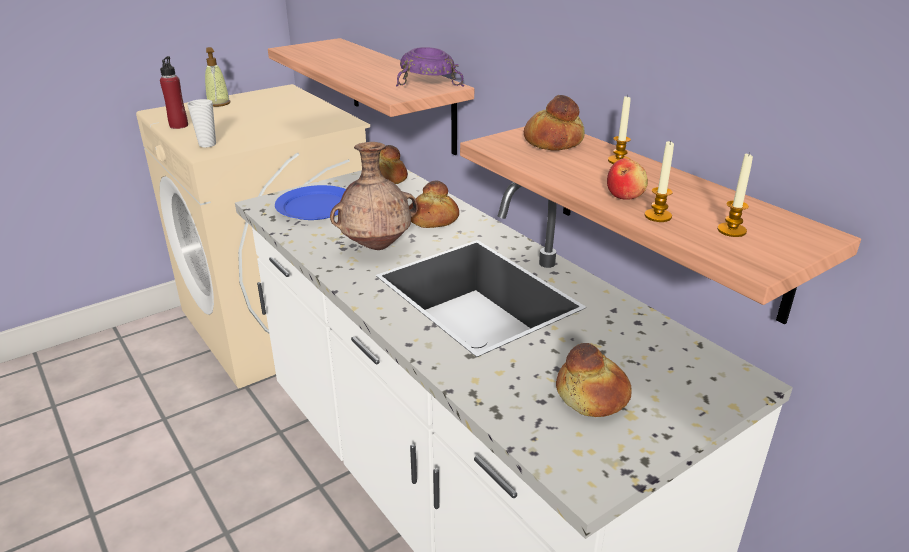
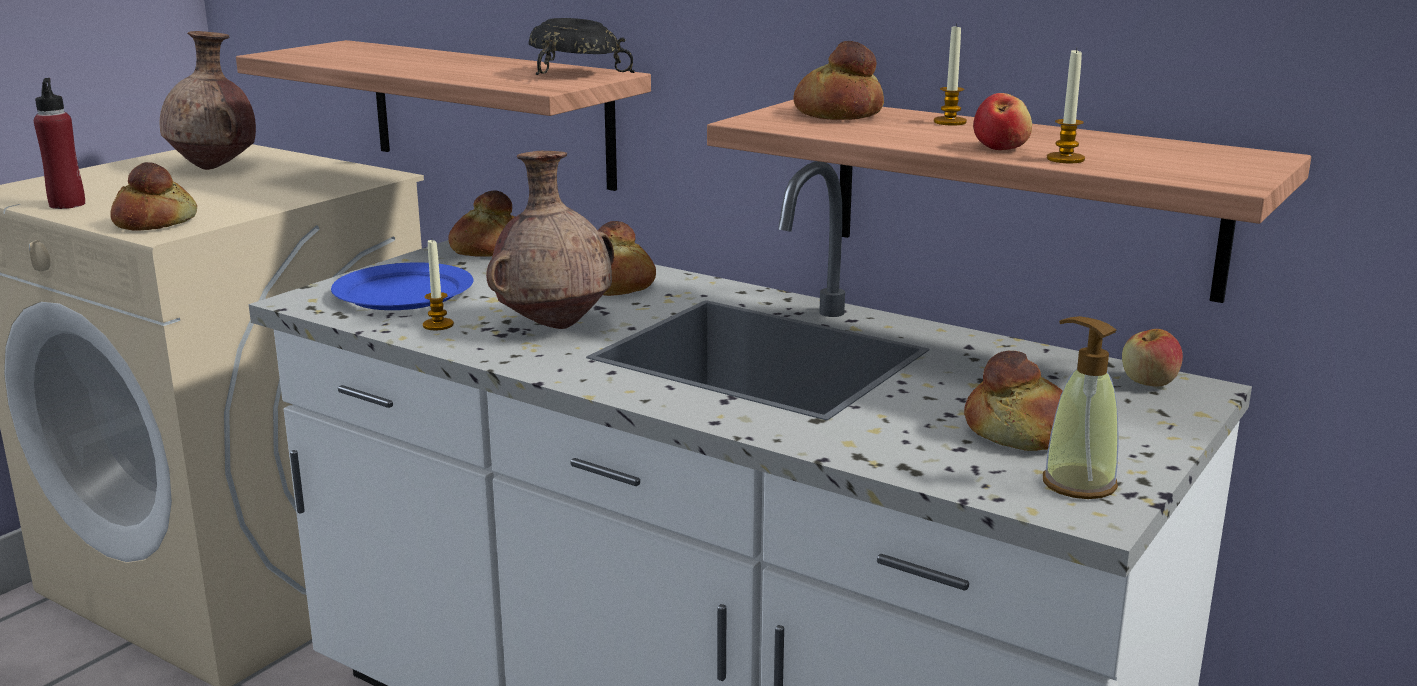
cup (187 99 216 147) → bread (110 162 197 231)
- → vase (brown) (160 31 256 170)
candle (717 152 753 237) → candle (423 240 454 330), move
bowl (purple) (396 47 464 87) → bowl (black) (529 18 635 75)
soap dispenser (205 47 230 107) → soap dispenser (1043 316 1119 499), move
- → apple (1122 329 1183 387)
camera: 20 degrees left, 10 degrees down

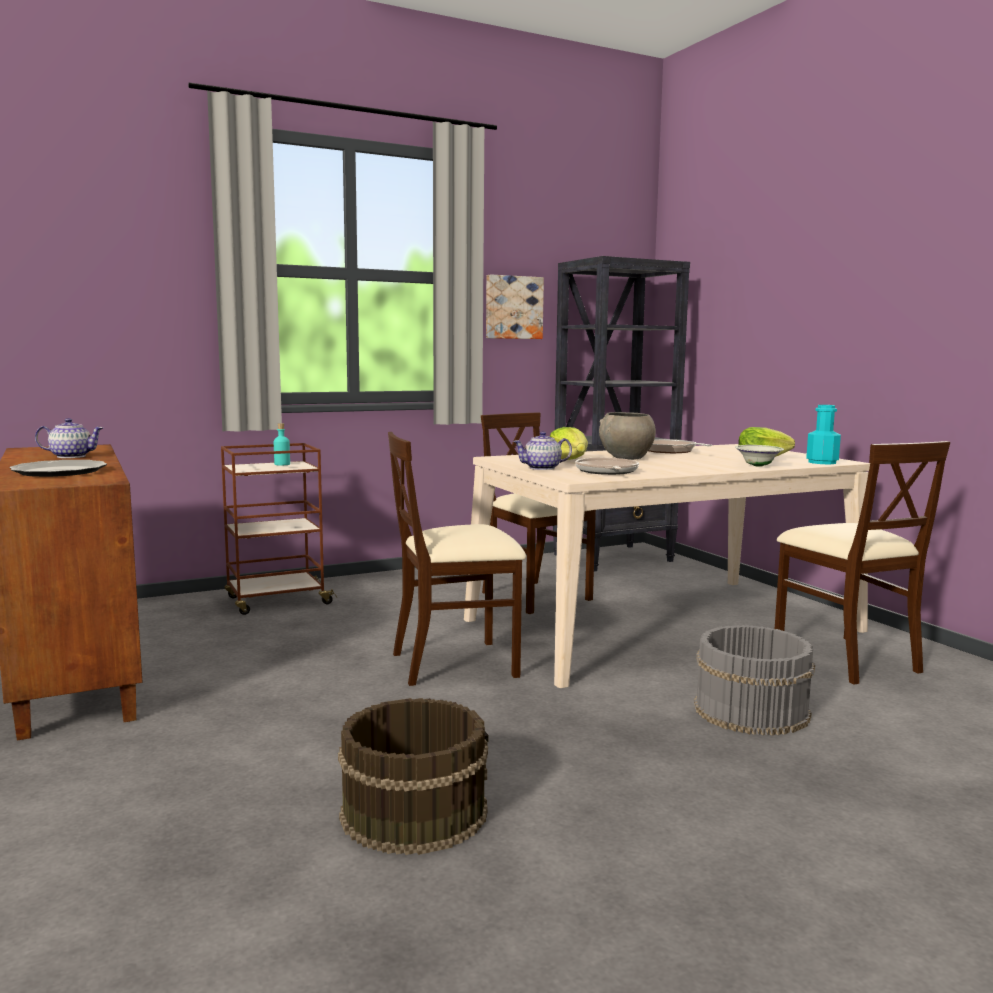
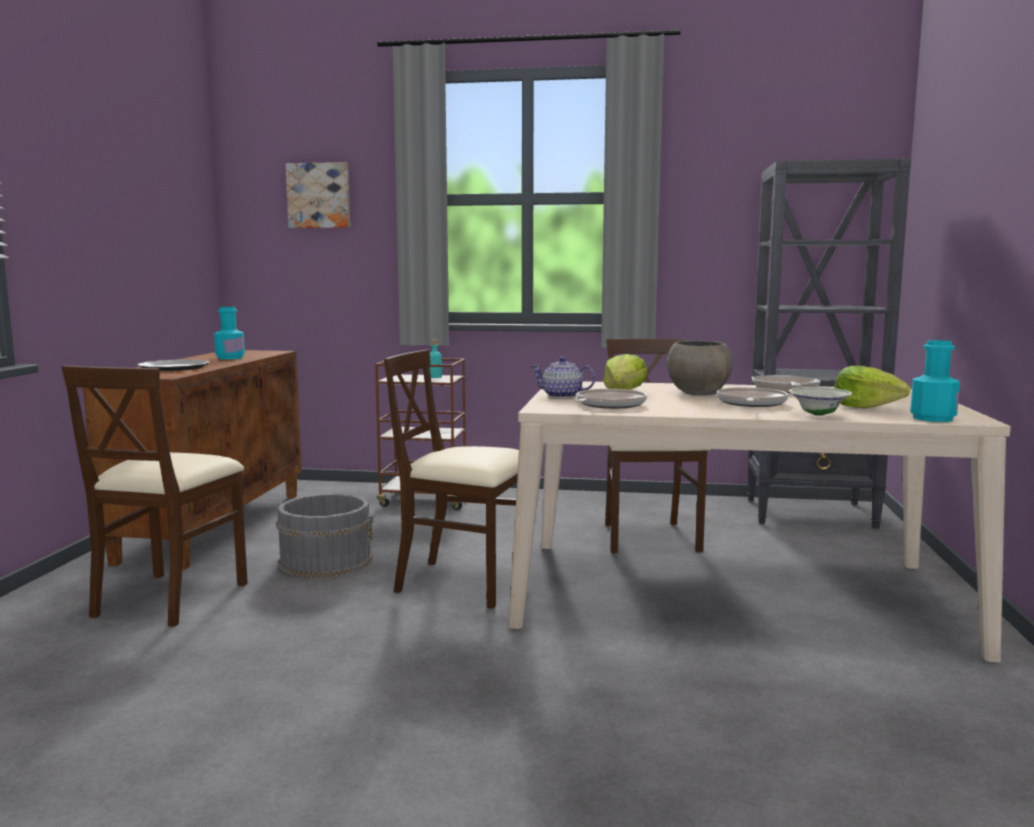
chair (beige) (775 441 950 684) → chair (beige) (61 365 248 627), move
teapot (35 418 103 458) → bottle (turquoise) (214 307 245 359)
bucket (grey) (694 625 815 736) → bucket (grey) (276 494 373 578), move
picture (486 274 544 339) → picture (285 162 350 228), move
- → frying pan (716 387 789 407)
bucket (brown) (338 698 488 855) → -
camera: 35 degrees right, 0 degrees up

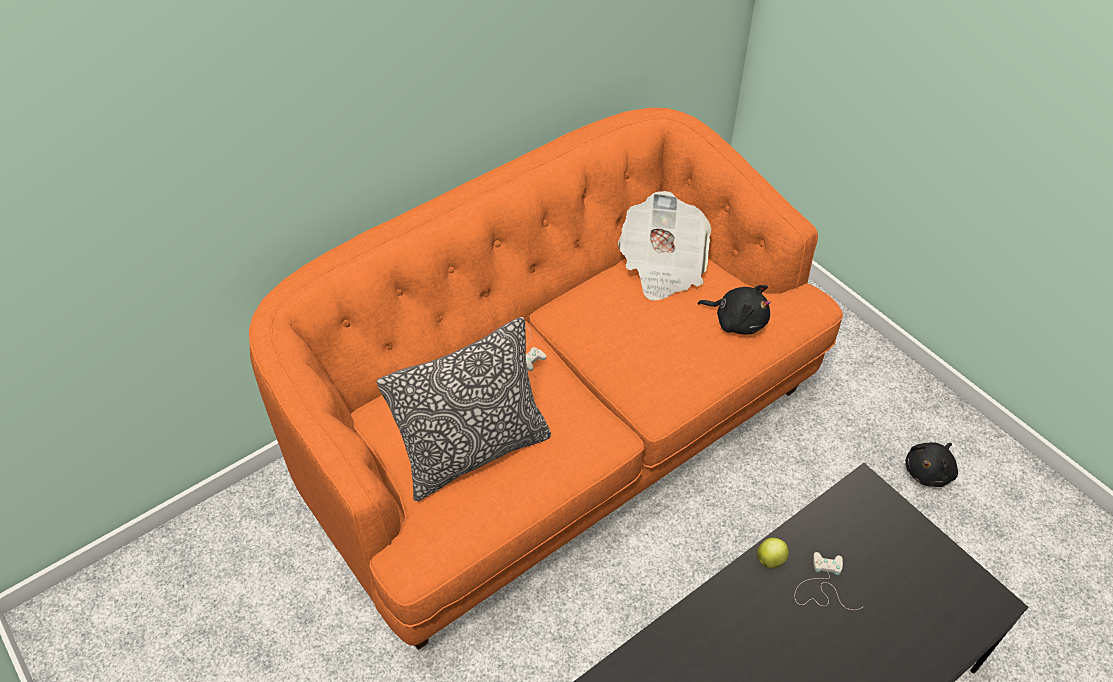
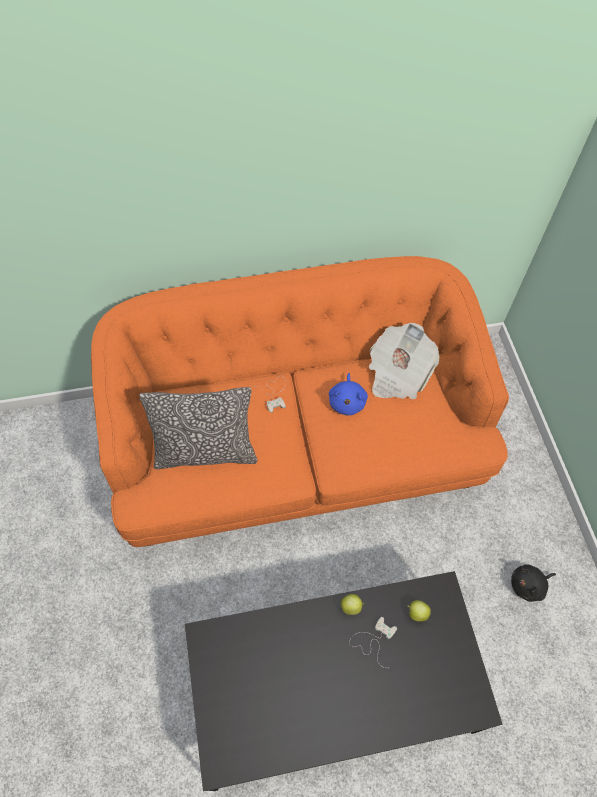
- → plush toy (blue) (329 373 368 415)
- → apple (408 600 431 622)
plush toy (black) (698 285 771 334) → -
camera: 25 degrees right, 10 degrees up

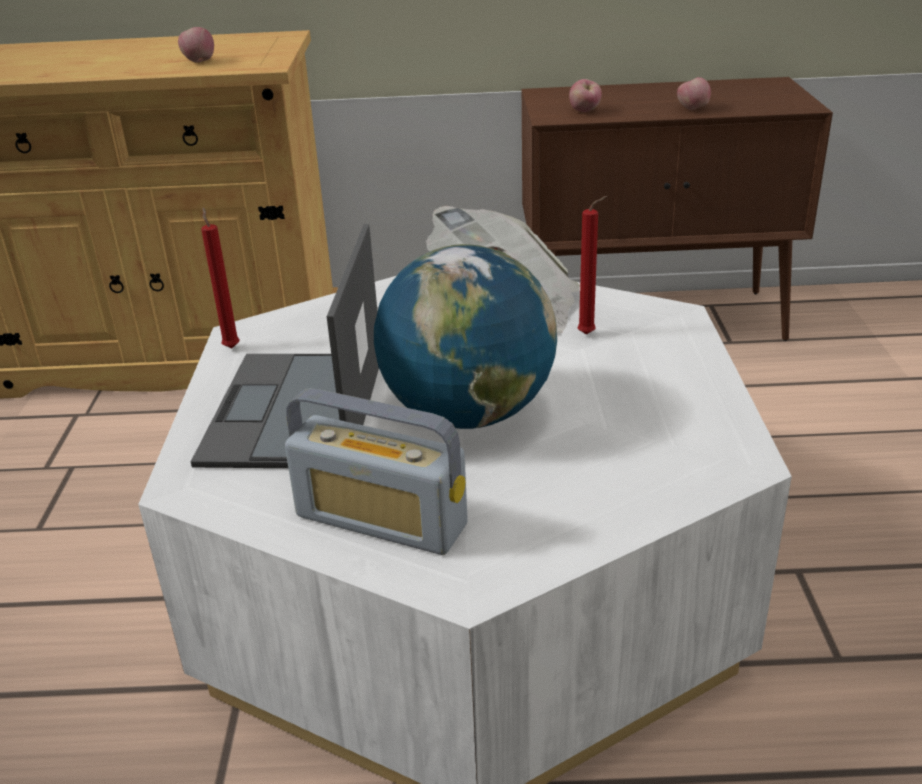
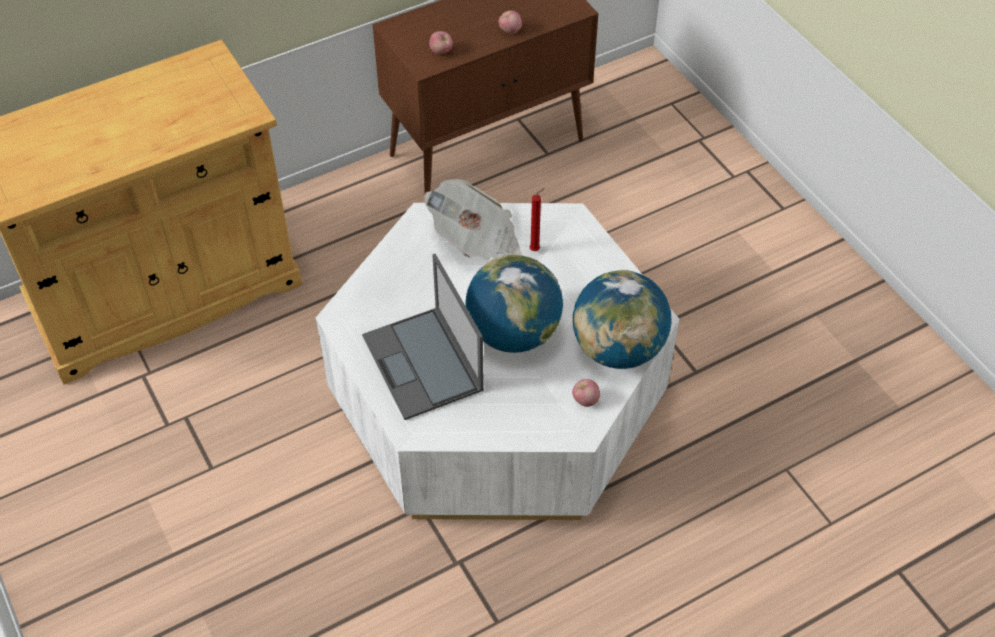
apple (178 27 214 63) → apple (572 379 600 407), move
- → globe (573 270 671 369)
candle (red) (201 207 240 348) → -
radio (285 388 468 555) → -
camera: 30 degrees left, 20 degrees up

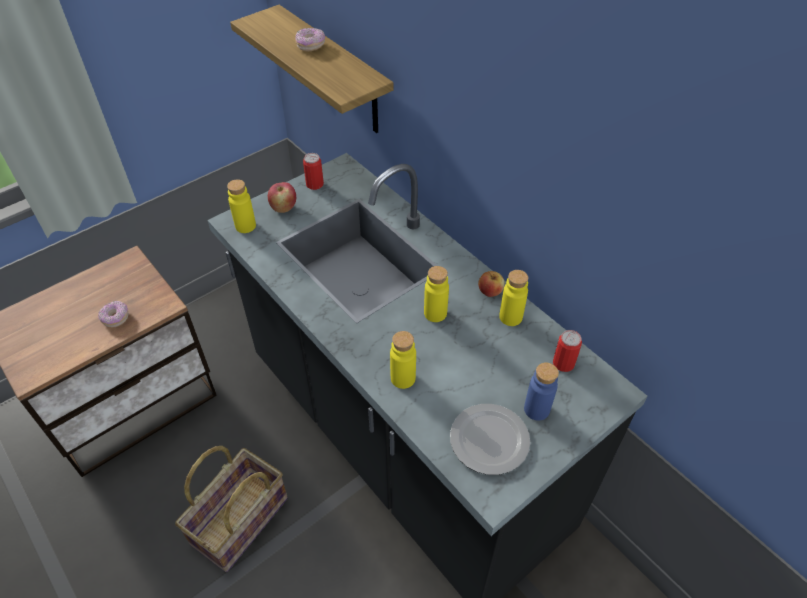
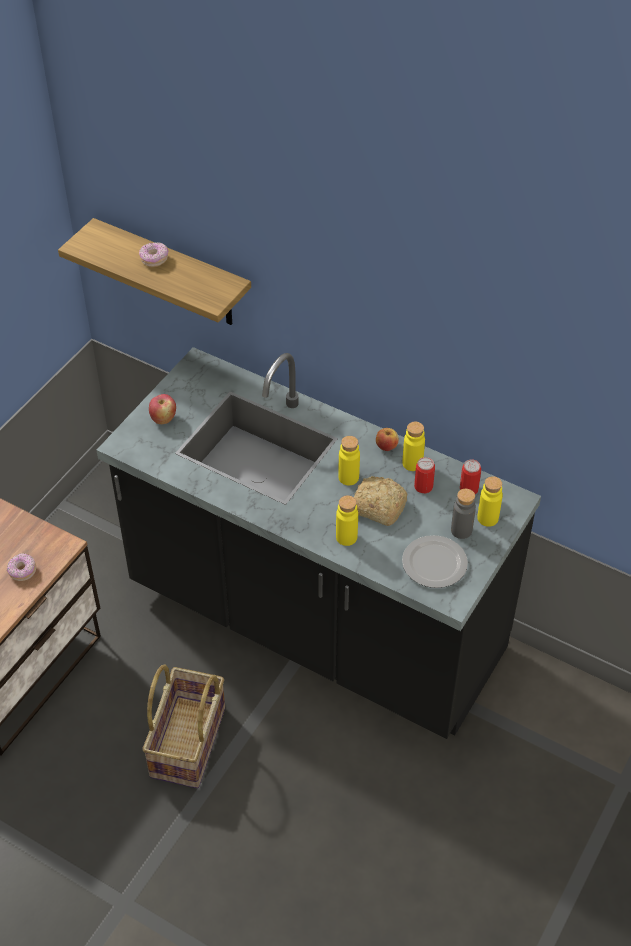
- → bread (354 476 408 526)
can (303 153 324 190) → can (414 457 435 493), move
bottle (blue) (524 362 559 421) → bottle (grey) (451 489 476 539)
bottle (yellow) (227 179 256 233) → bottle (yellow) (477 476 503 527), move
camera: 20 degrees left, 0 degrees up

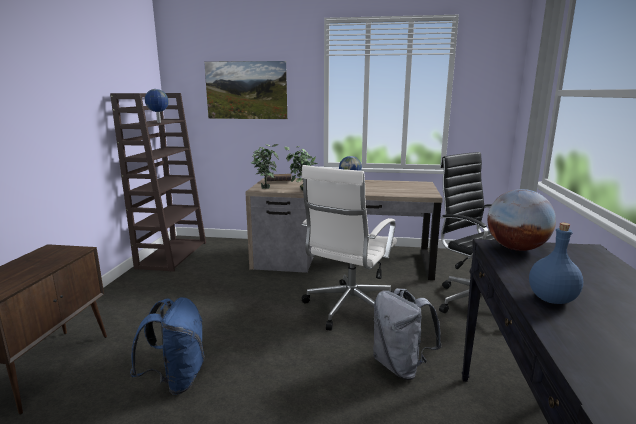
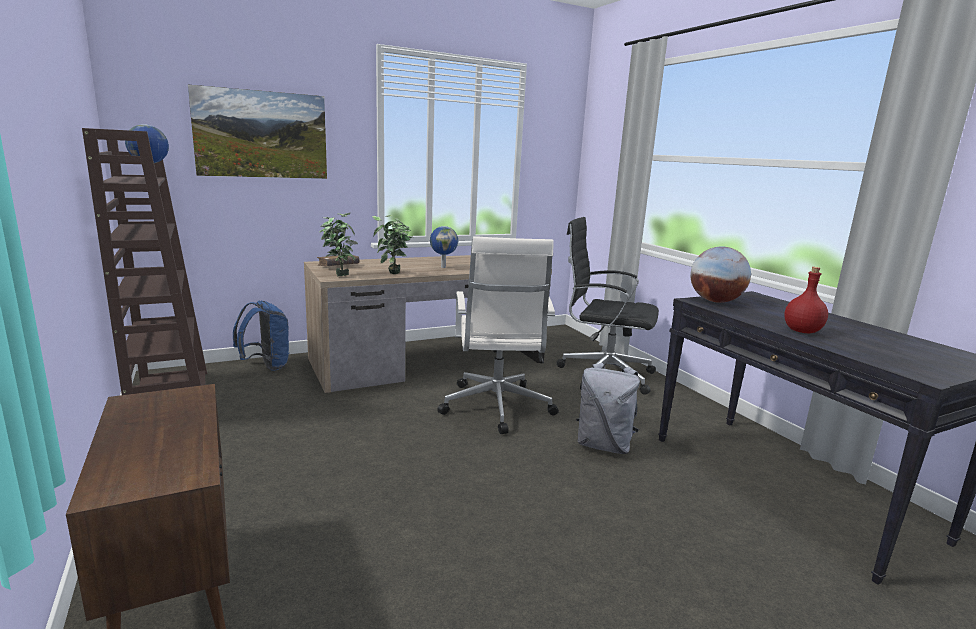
backpack (blue) (130 297 205 395) → backpack (blue) (233 300 289 371), move
bottle (blue) (529 223 583 304) → bottle (red) (784 267 828 333)
camera: 35 degrees left, 0 degrees up

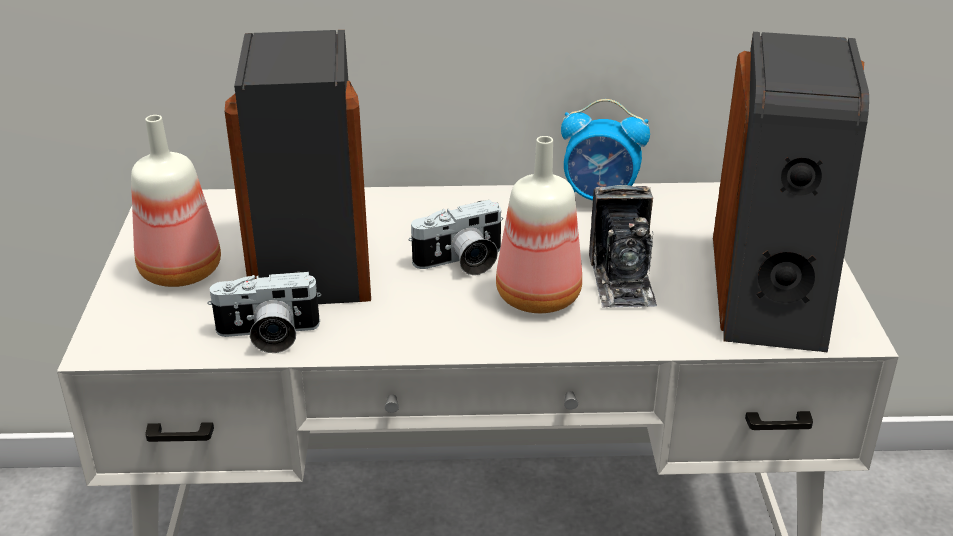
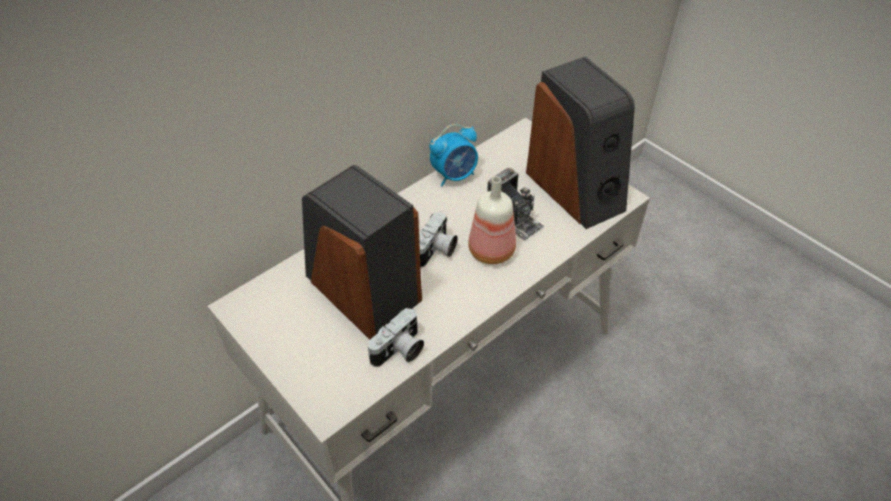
bottle (131 115 221 287) → -
camera: 40 degrees left, 15 degrees up

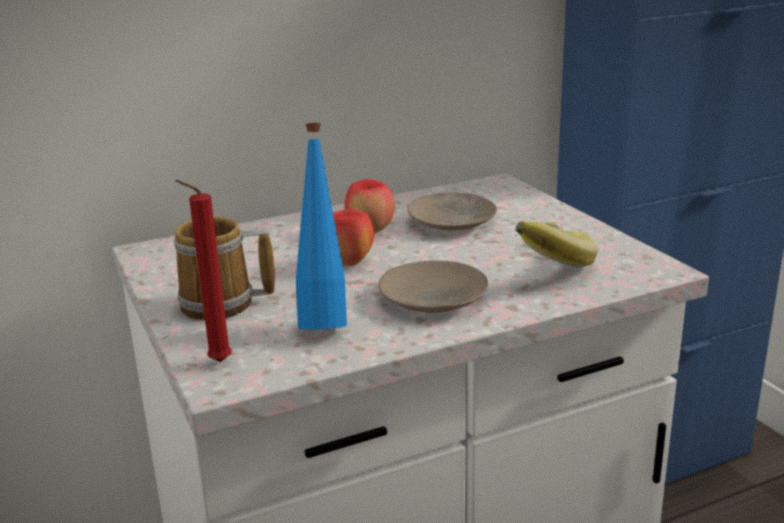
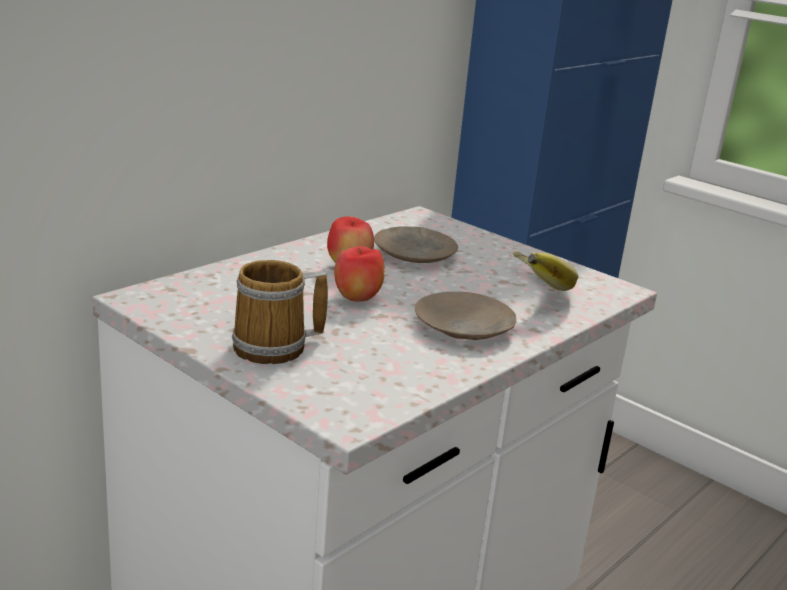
candle (red) (175 180 232 362) → -
bottle (blue) (296 123 347 330) → -
camera: 25 degrees left, 0 degrees up

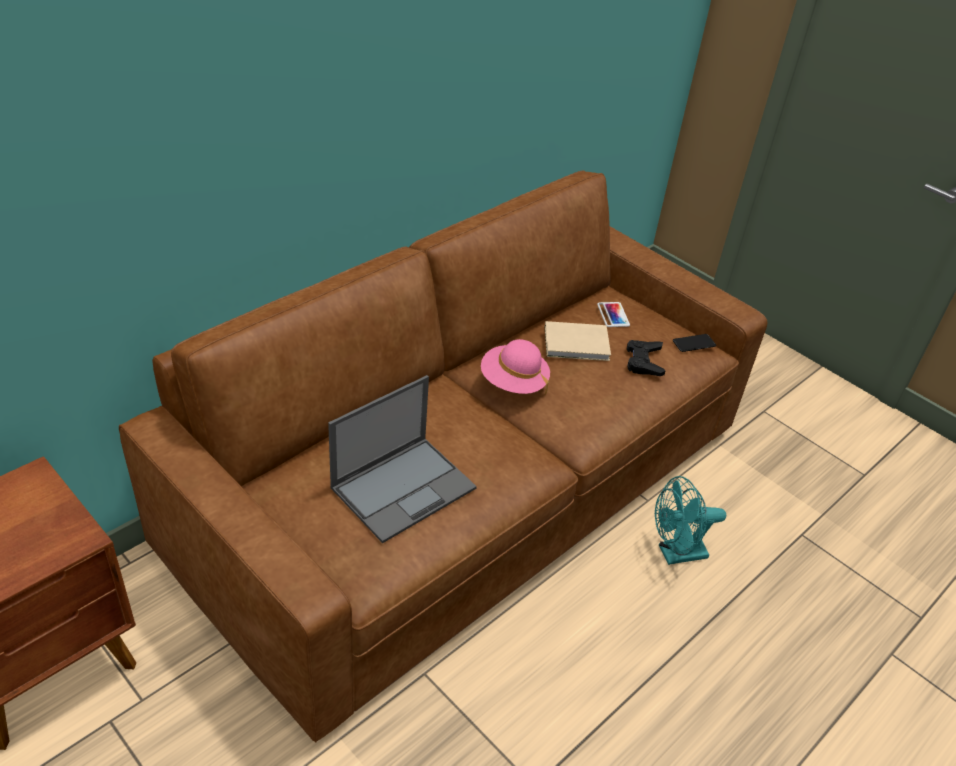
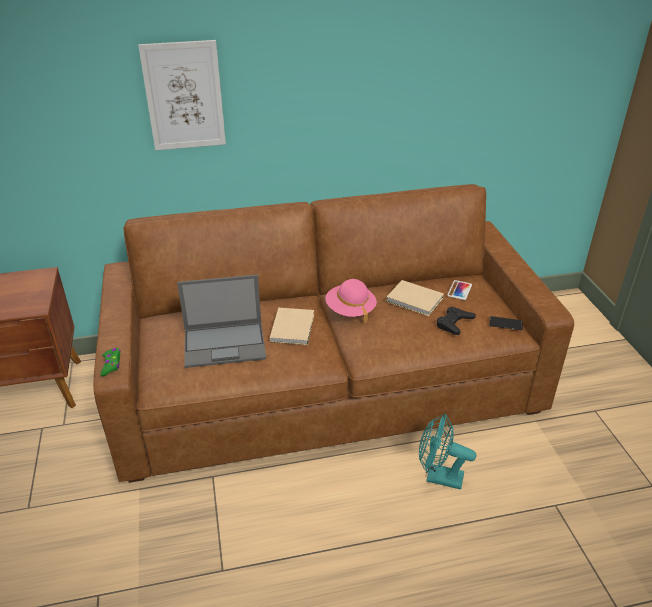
- → game controller (green) (101 348 121 376)
- → picture (138 40 226 150)
- → book (beige) (270 308 314 345)
camera: 35 degrees right, 5 degrees down

